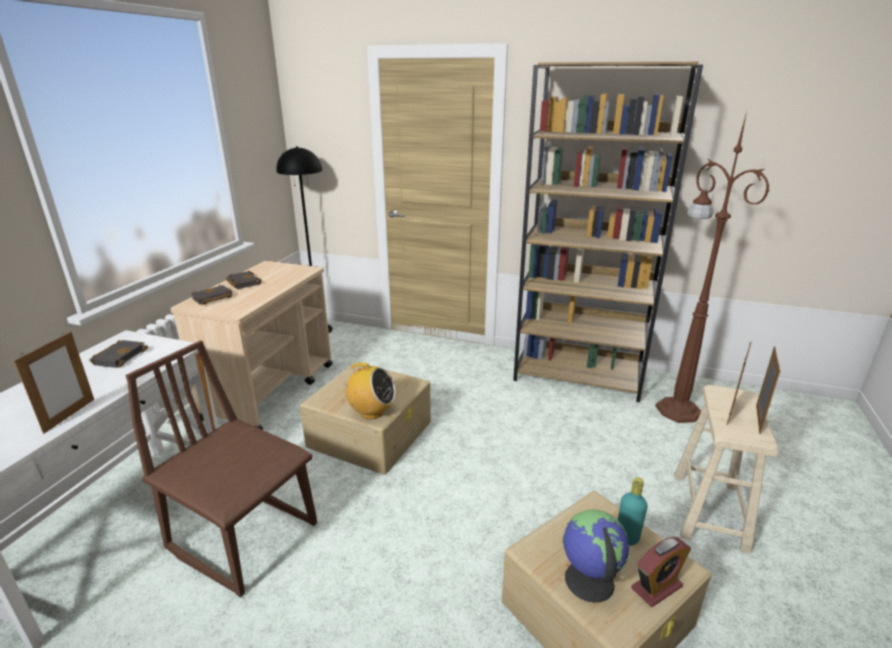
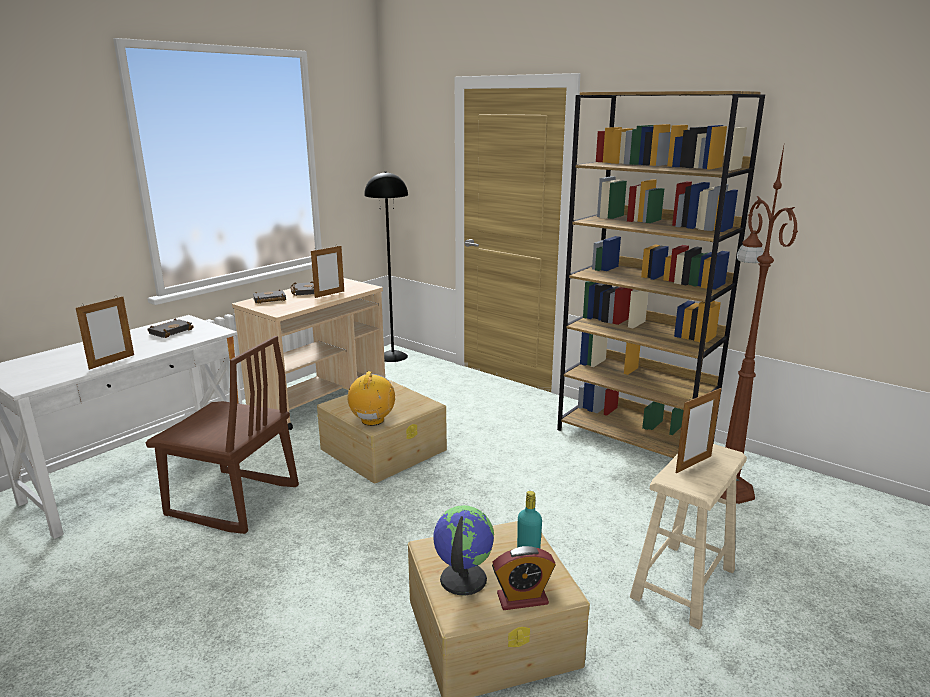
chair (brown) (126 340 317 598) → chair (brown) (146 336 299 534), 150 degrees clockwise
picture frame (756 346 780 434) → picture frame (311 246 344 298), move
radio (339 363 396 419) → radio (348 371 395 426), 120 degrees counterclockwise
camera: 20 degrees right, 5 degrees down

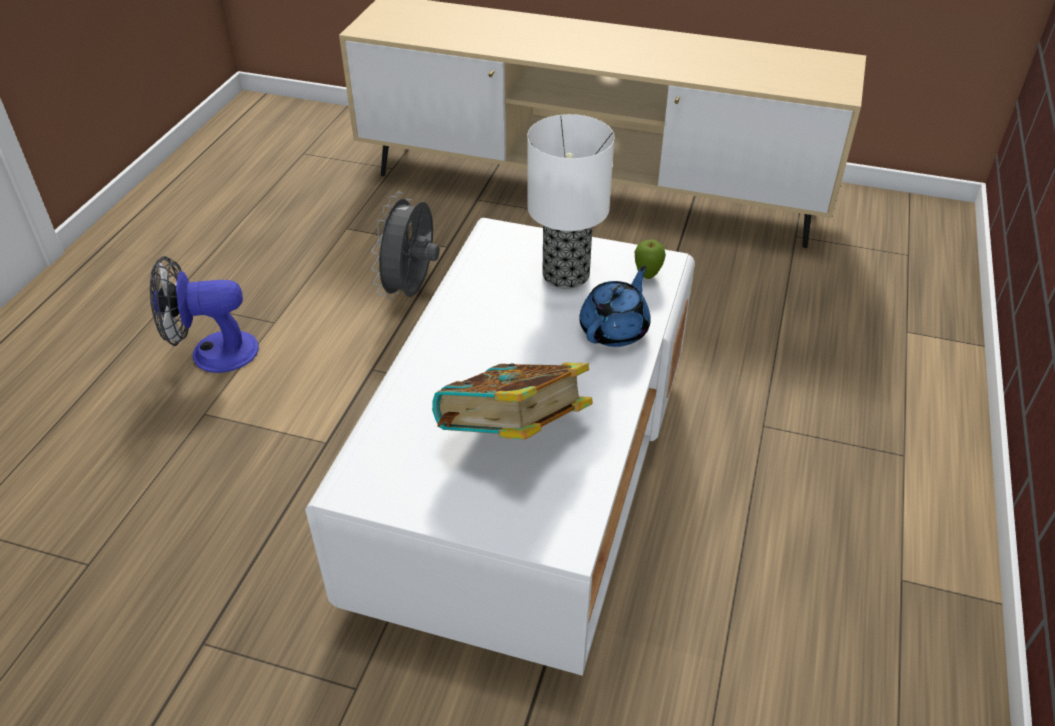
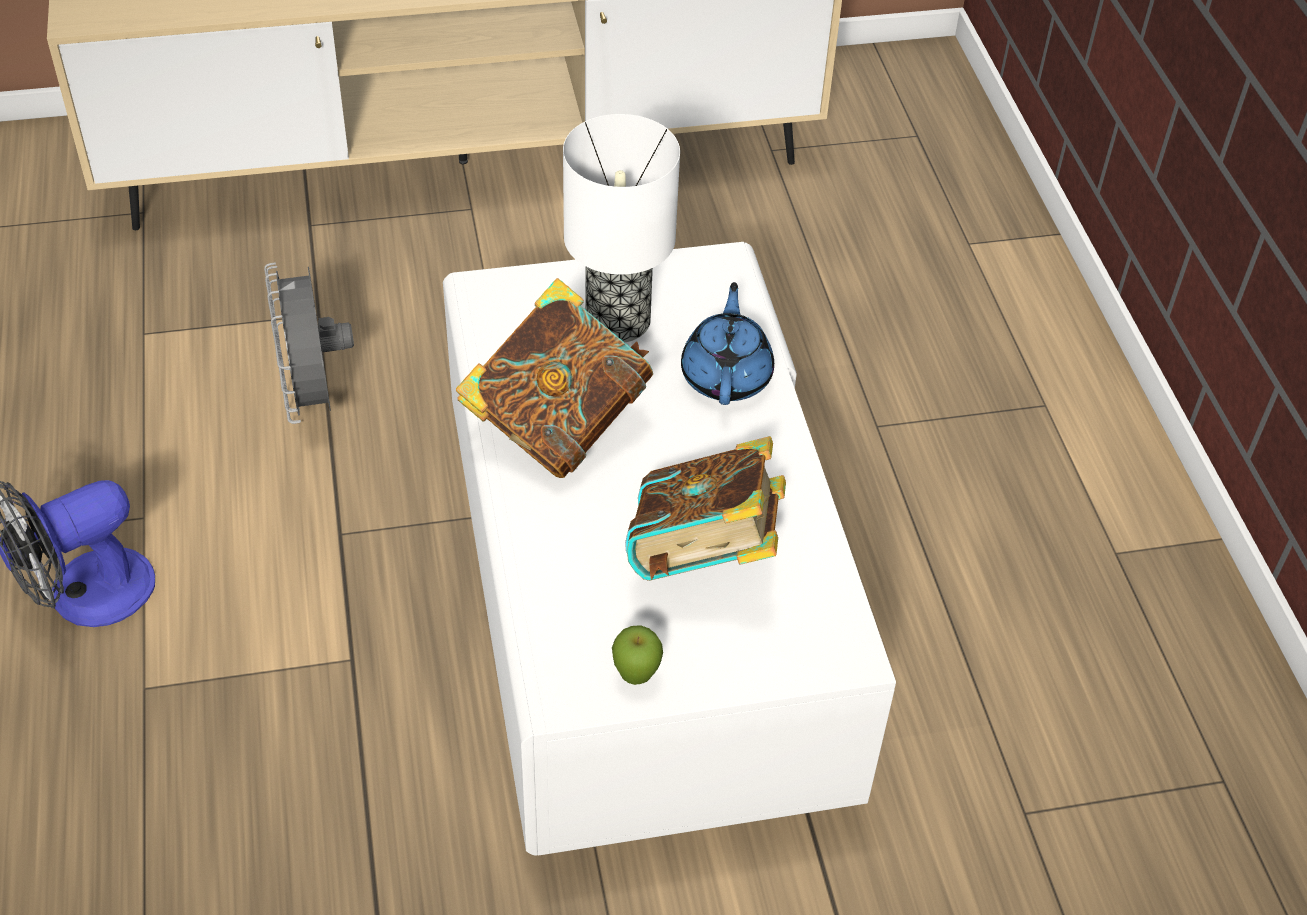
- → book (456 278 653 478)
apple (635 239 666 279) → apple (612 625 663 685), move
camera: 30 degrees left, 5 degrees up

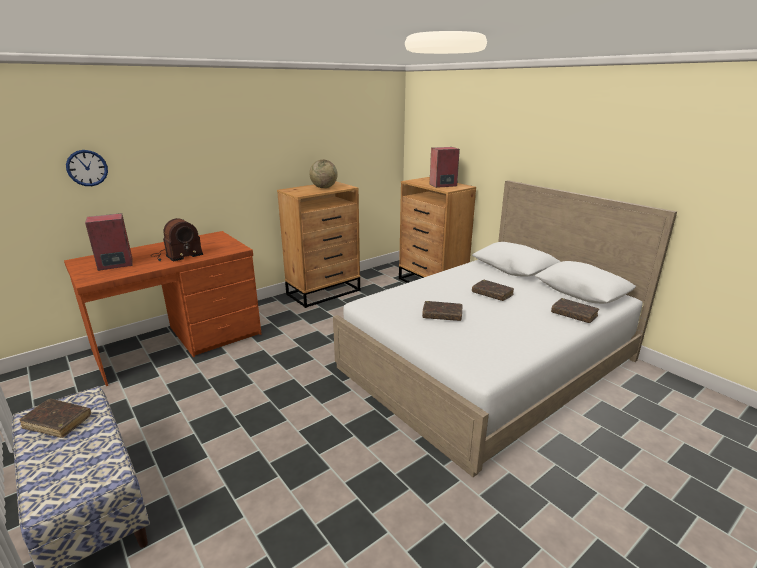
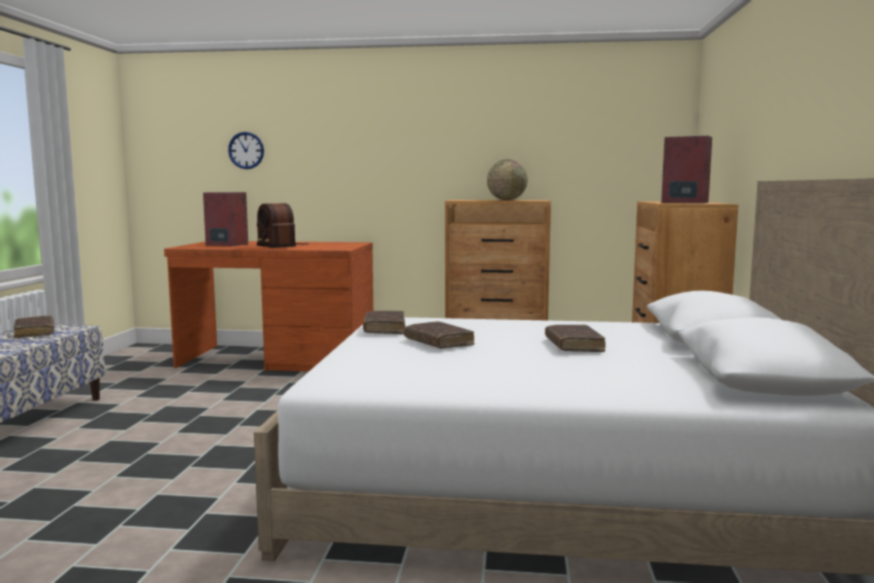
radio (152 218 203 262) → radio (257 203 309 248), 45 degrees clockwise
book (brown) (551 298 599 323) → book (brown) (363 311 405 334), move
camera: 45 degrees right, 15 degrees down

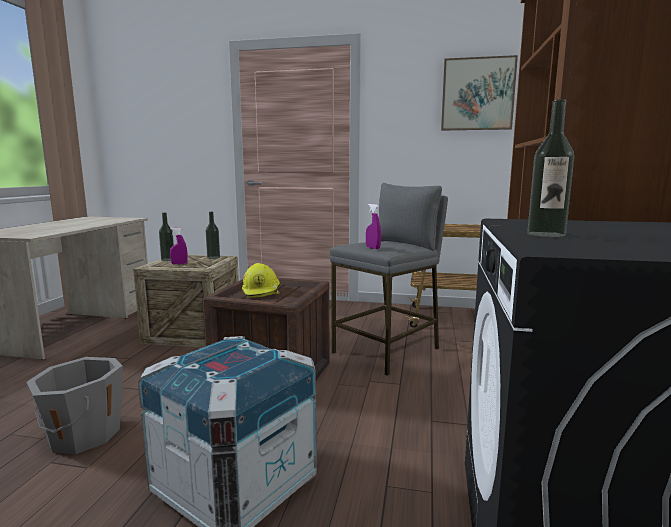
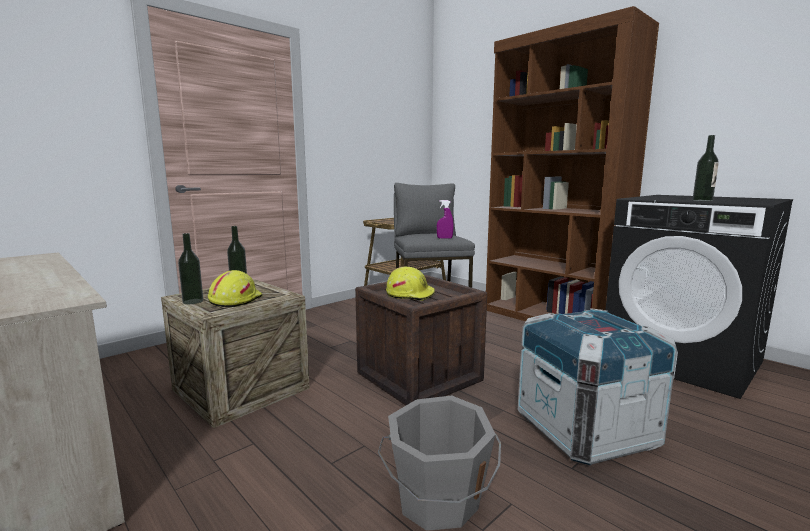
spray bottle (purple) (170 227 188 265) → hard hat (yellow) (208 270 263 307)
picture (441 55 518 131) → -
camera: 55 degrees left, 0 degrees up

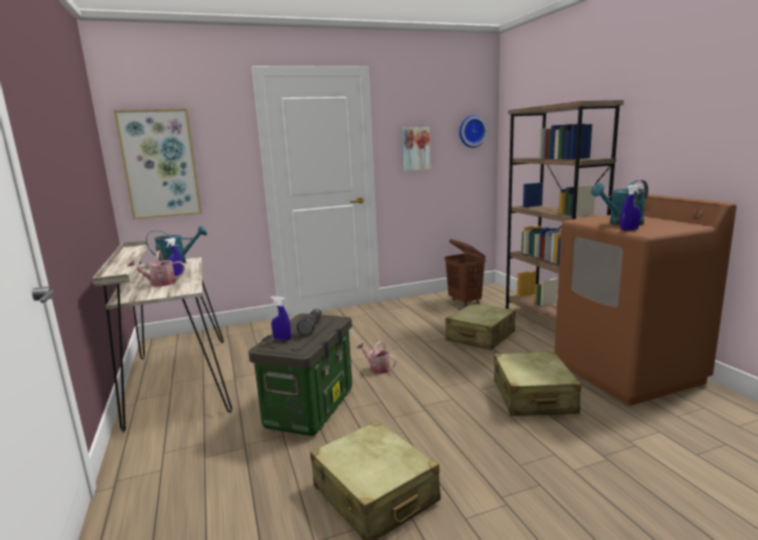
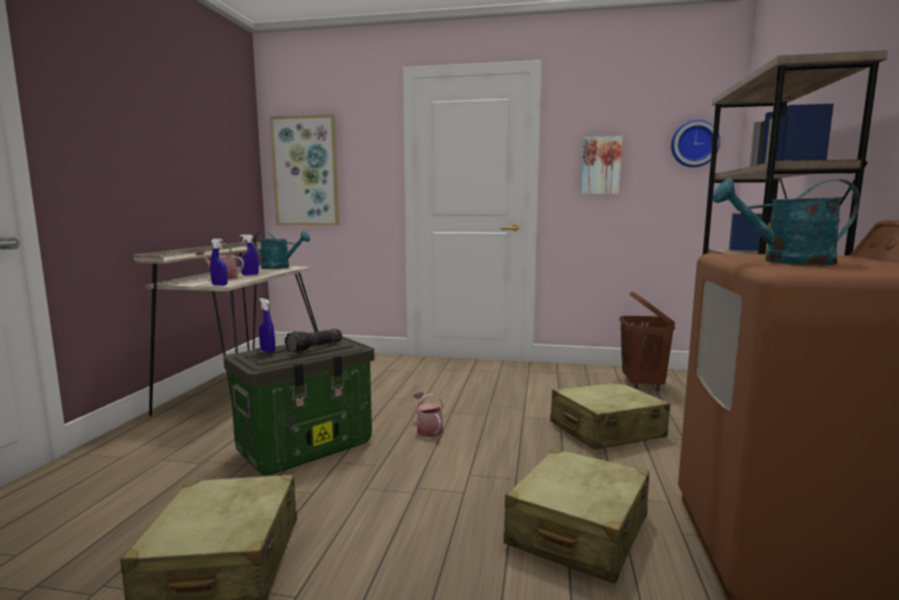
spray bottle (blue) (620 184 641 231) → spray bottle (blue) (210 239 228 286), move
camera: 30 degrees right, 5 degrees down

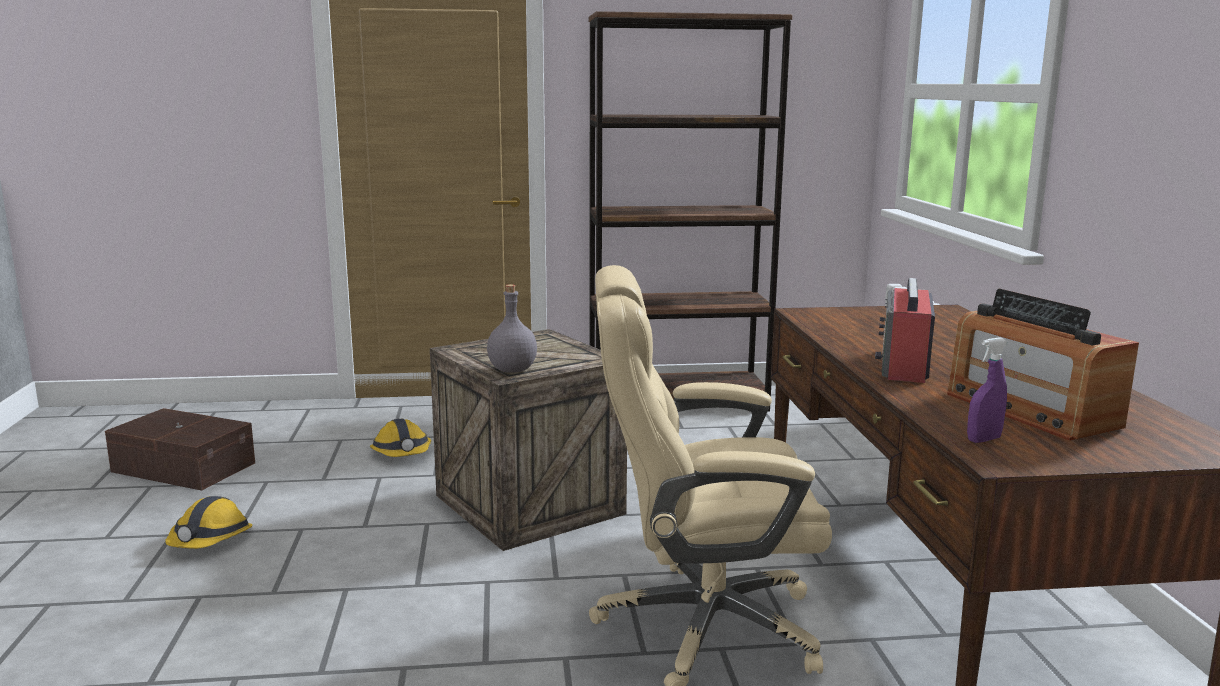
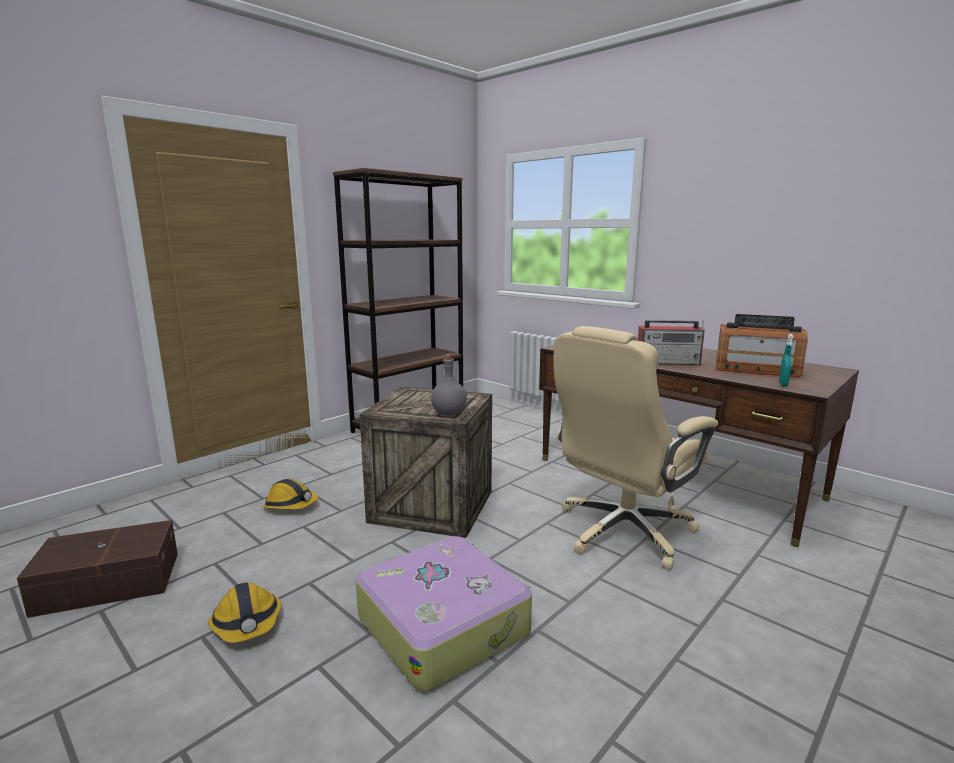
- → suitcase (356 536 532 691)
radio (875 278 935 383) → radio (638 320 705 365), 60 degrees counterclockwise
spray bottle (purple) (967 337 1007 443) → spray bottle (turquoise) (779 334 794 386)
camera: 40 degrees left, 0 degrees up

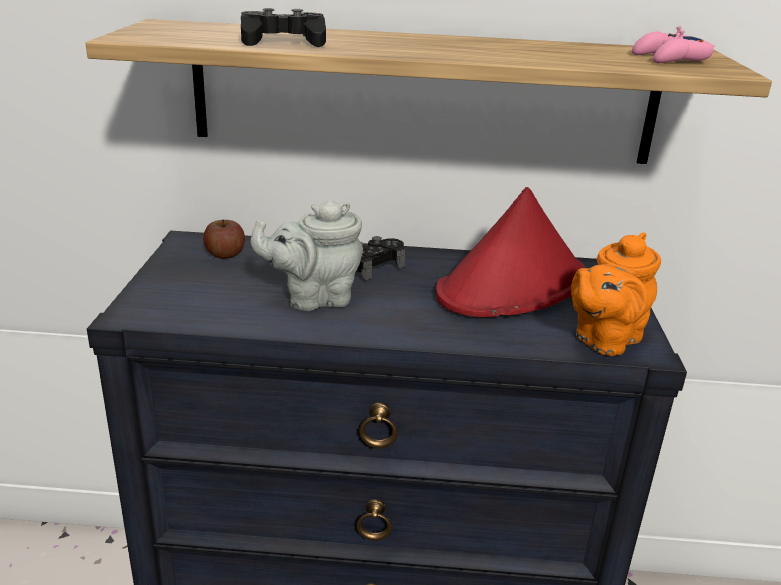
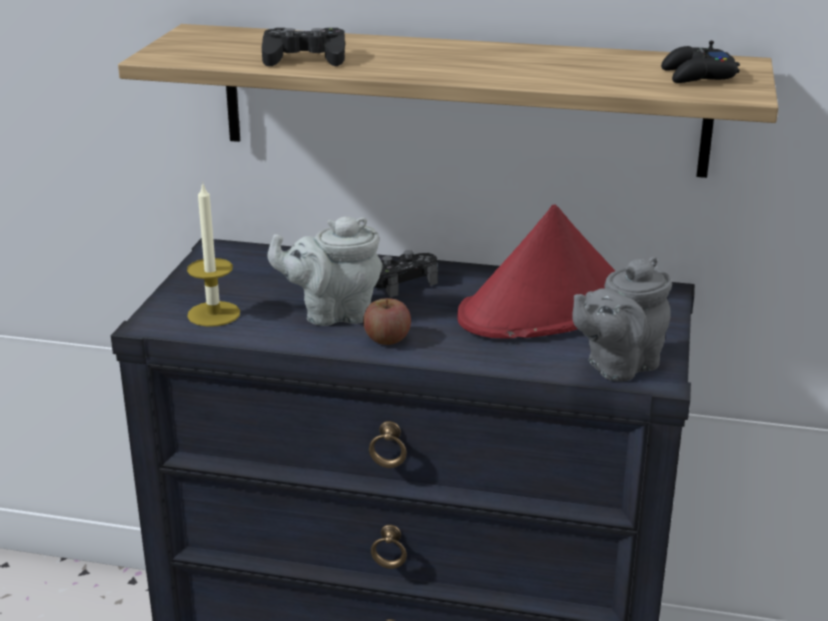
- → candle (187 181 240 327)
apple (203 220 245 259) → apple (363 298 411 345), move
teapot (orange) (571 232 661 356) → teapot (grey) (572 257 672 382)
game controller (pink) (632 27 715 63) → game controller (black) (661 41 740 83)
camera: 10 degrees right, 0 degrees up

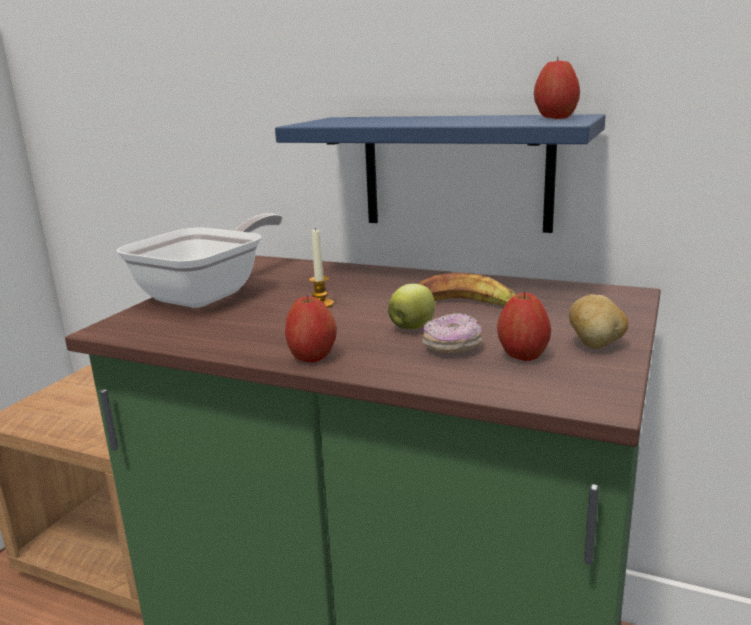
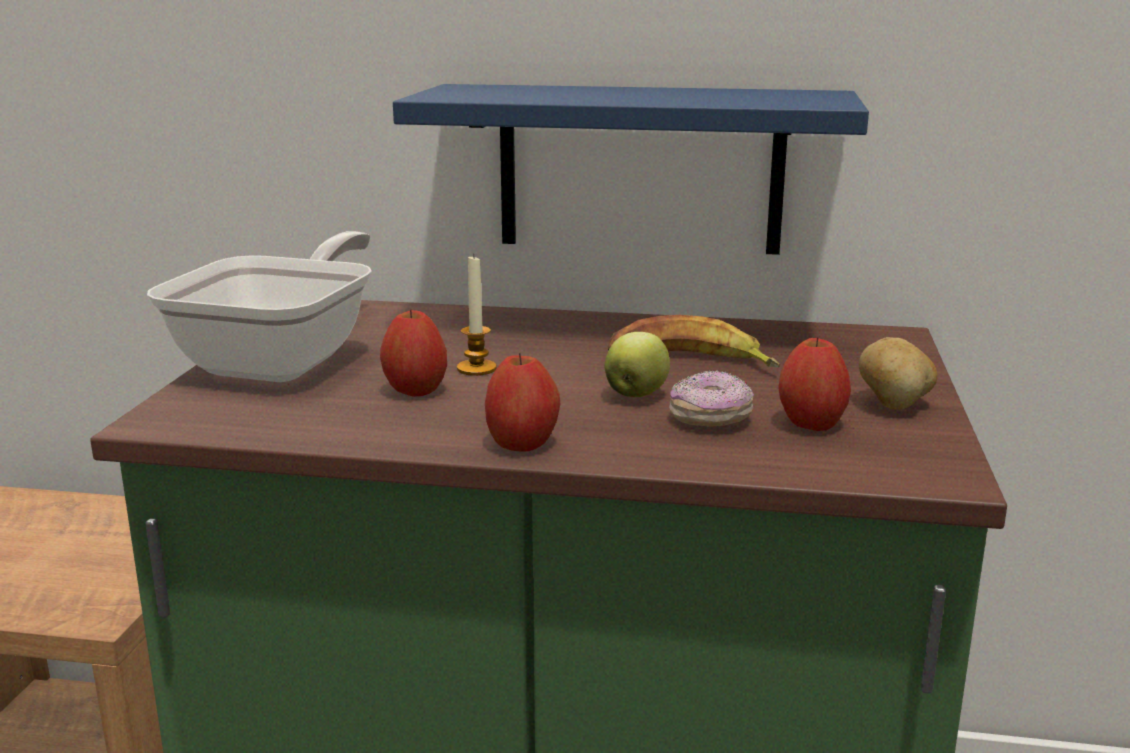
apple (534 57 580 119) → apple (380 309 447 397), move
camera: 15 degrees left, 0 degrees up

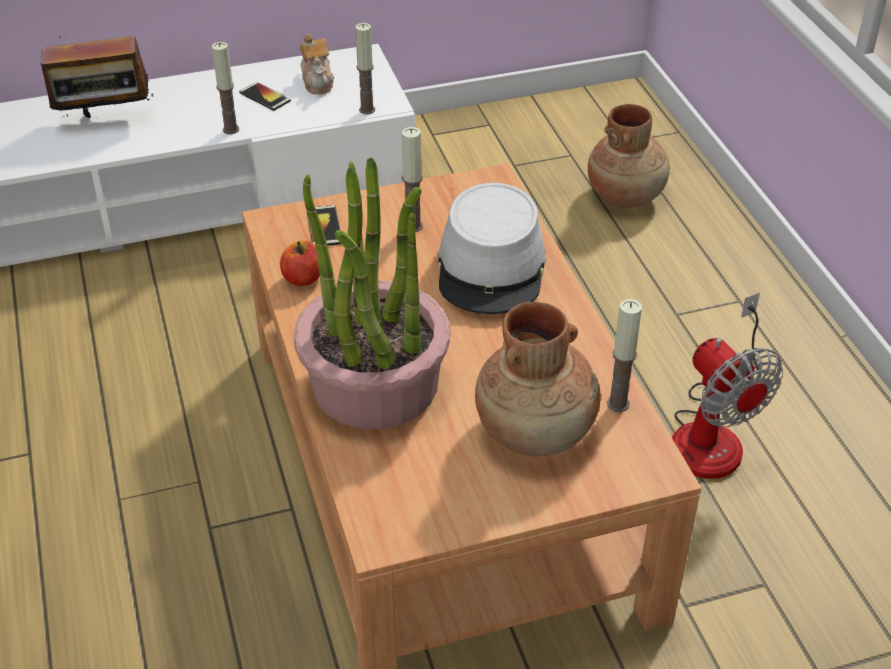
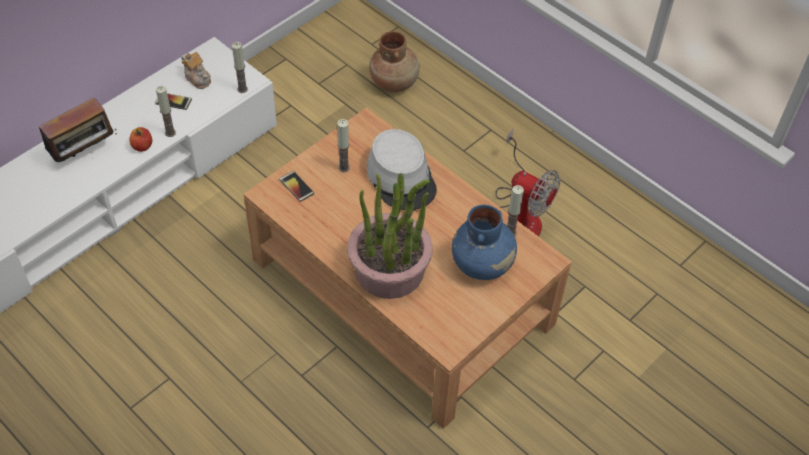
apple (280 241 320 286) → apple (129 127 152 152), move
vase (brown) (475 302 601 456) → vase (blue) (452 205 517 280)
camera: 30 degrees left, 10 degrees up

